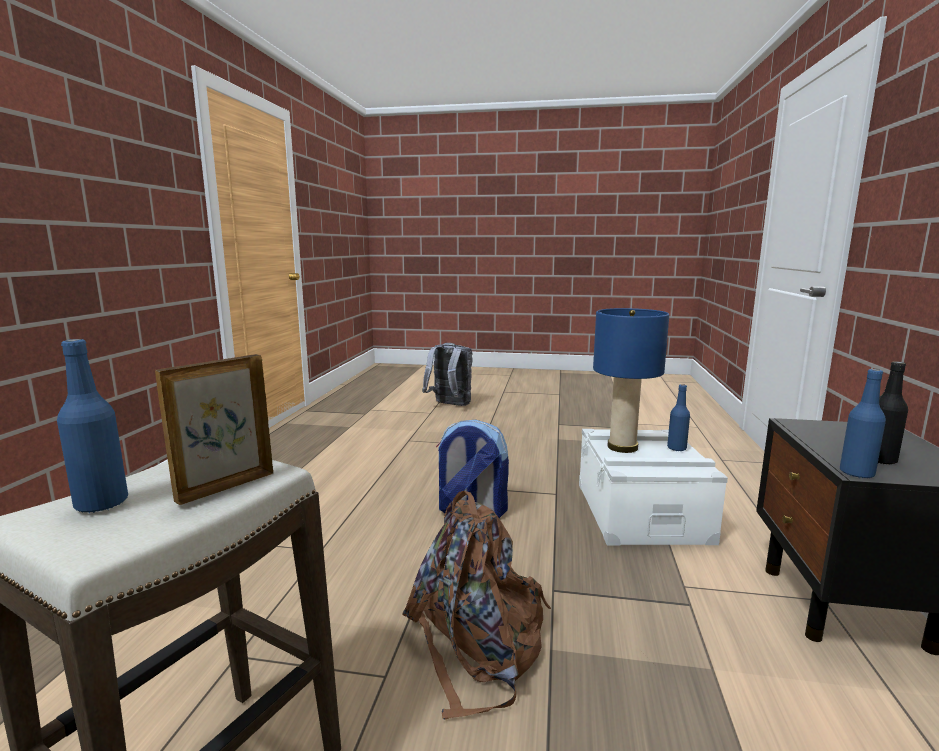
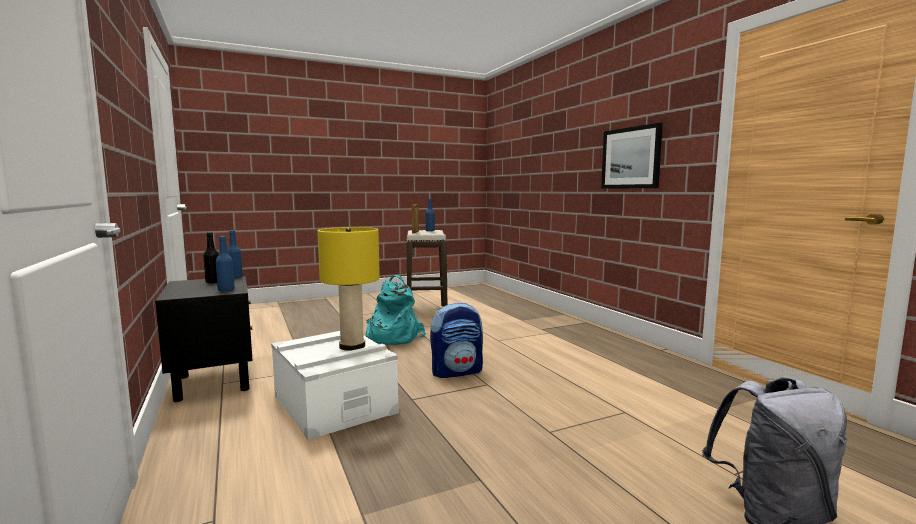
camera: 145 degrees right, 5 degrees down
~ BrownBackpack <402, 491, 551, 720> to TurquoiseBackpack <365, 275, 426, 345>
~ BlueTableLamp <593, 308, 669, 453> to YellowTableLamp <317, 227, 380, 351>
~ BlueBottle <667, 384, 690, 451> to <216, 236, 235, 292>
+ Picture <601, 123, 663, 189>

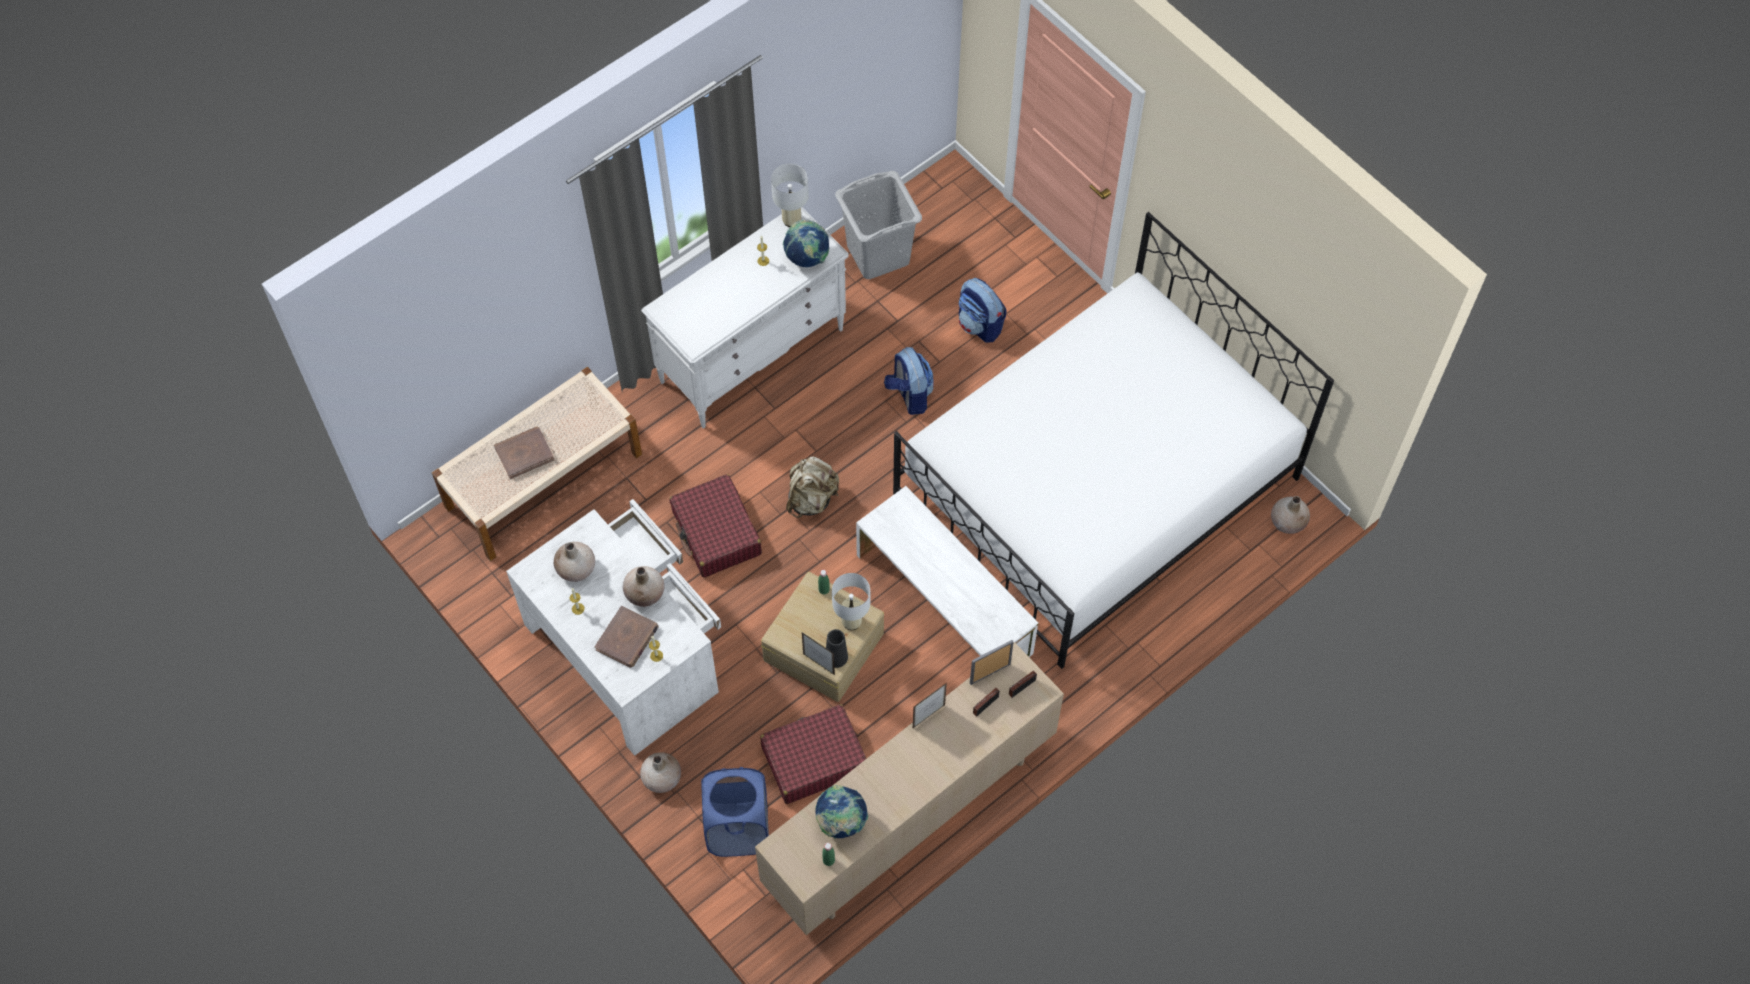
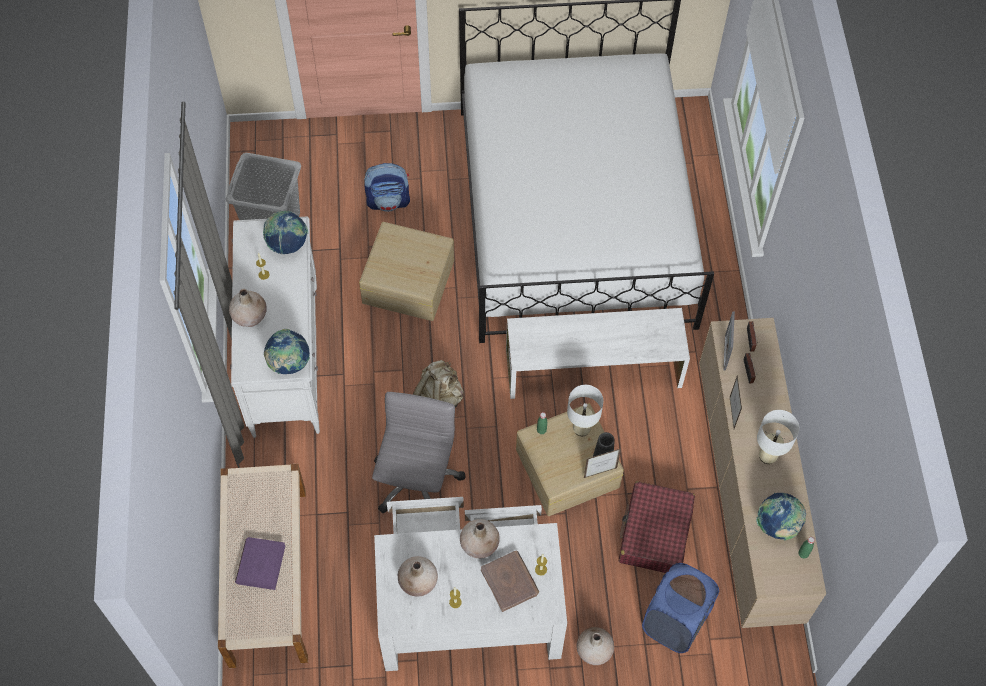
camera: 55 degrees left, 0 degrees up
~ BrownBook <494, 426, 554, 479> to PurpleBook <235, 537, 285, 590>
~ RedSuitcase <669, 474, 762, 578> to GreyOfficeChair <372, 392, 466, 513>
~ WhiteTableLamp <771, 164, 809, 227> to <757, 410, 799, 464>
~ Backpack <884, 347, 934, 415> to BeigeStorageBox <359, 222, 454, 321>
~ BeigeVase <1271, 496, 1310, 534> to <229, 289, 267, 327>
+ Globe <264, 329, 310, 374>

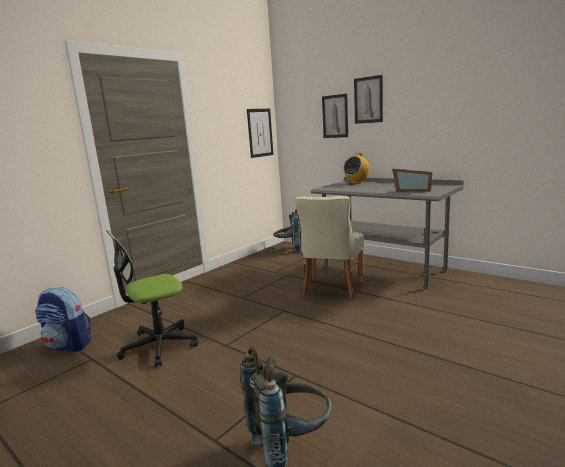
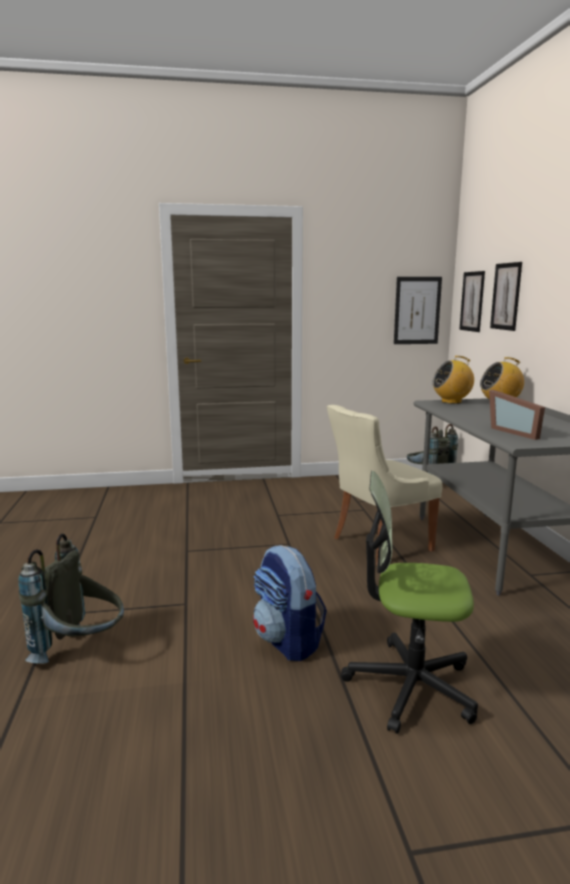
camera: 40 degrees right, 0 degrees up
~ Backpack <35, 287, 91, 353> to <253, 545, 327, 661>
~ OfficeChair <106, 230, 198, 367> to <341, 471, 478, 734>
~ Picture <354, 75, 383, 124> to <459, 271, 485, 332>
+ Radio <432, 356, 474, 404>

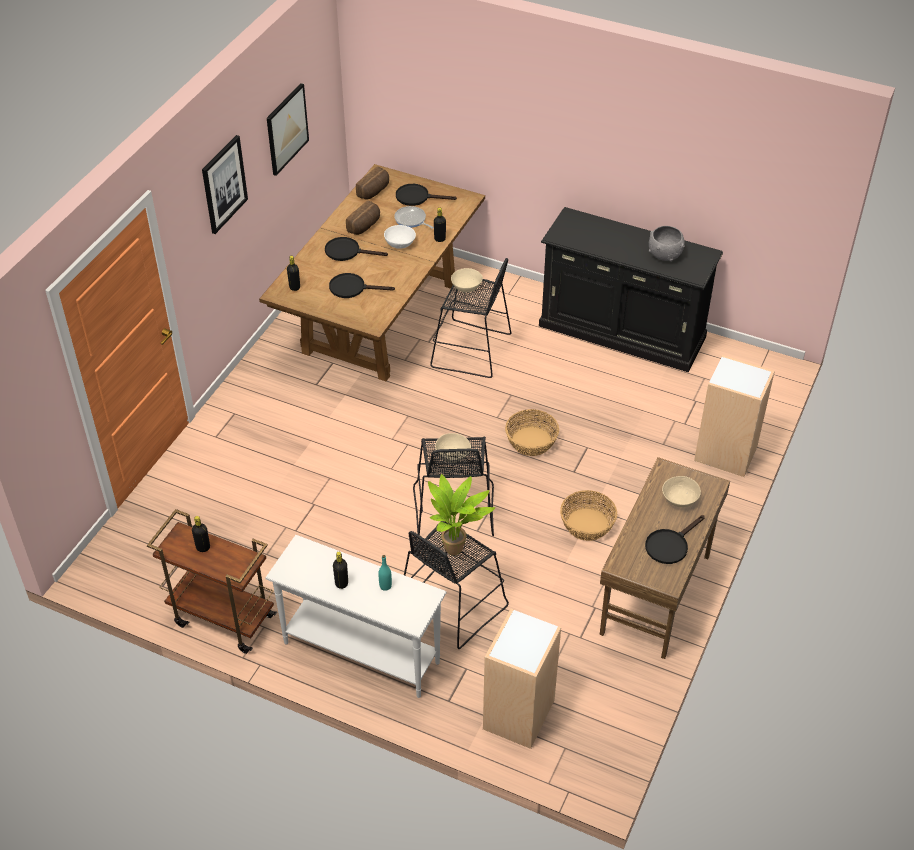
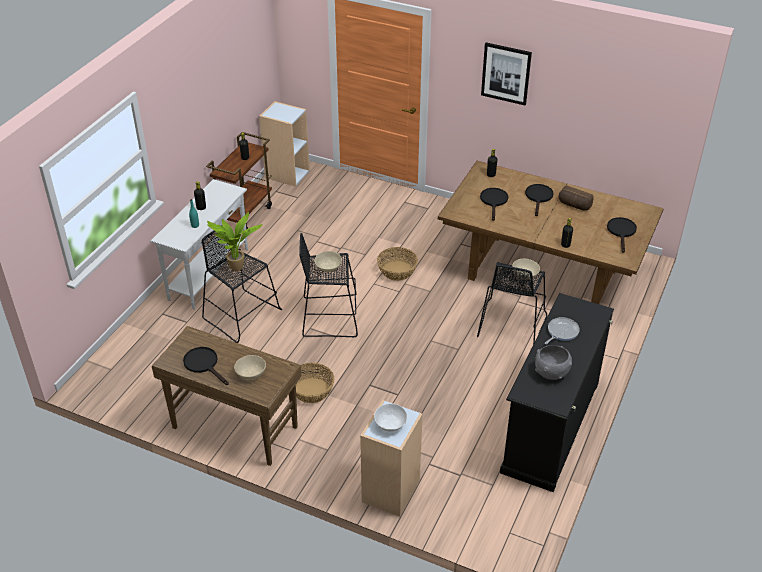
camera: 90 degrees right, 5 degrees down
- Picture <267, 83, 309, 176>
- Bread <356, 167, 389, 200>
~ WhiteBowl <384, 225, 416, 249> to <374, 403, 407, 432>
~ FryingPan <394, 206, 434, 229> to <545, 317, 580, 344>
~ Bookcase <483, 609, 561, 749> to <259, 101, 310, 187>
~ Basket <505, 409, 559, 456> to <377, 247, 418, 281>

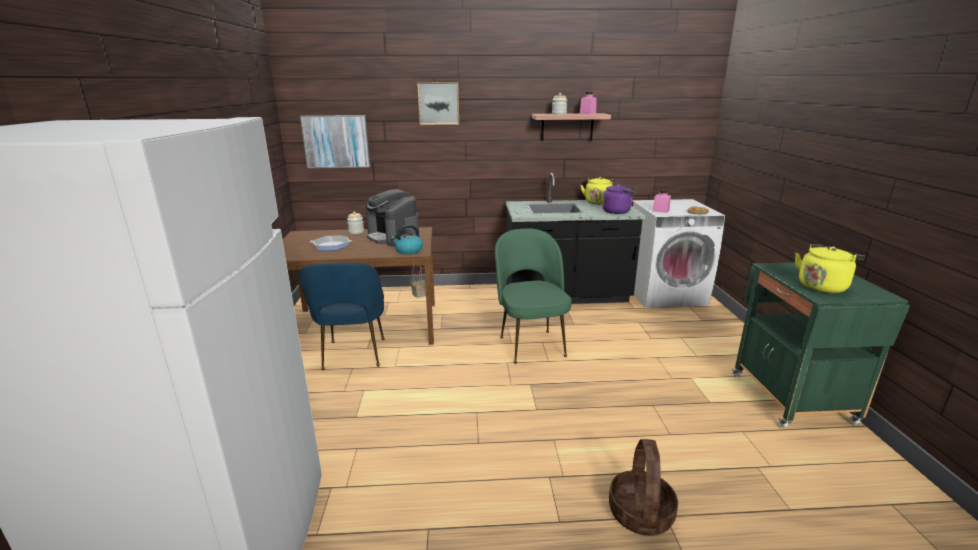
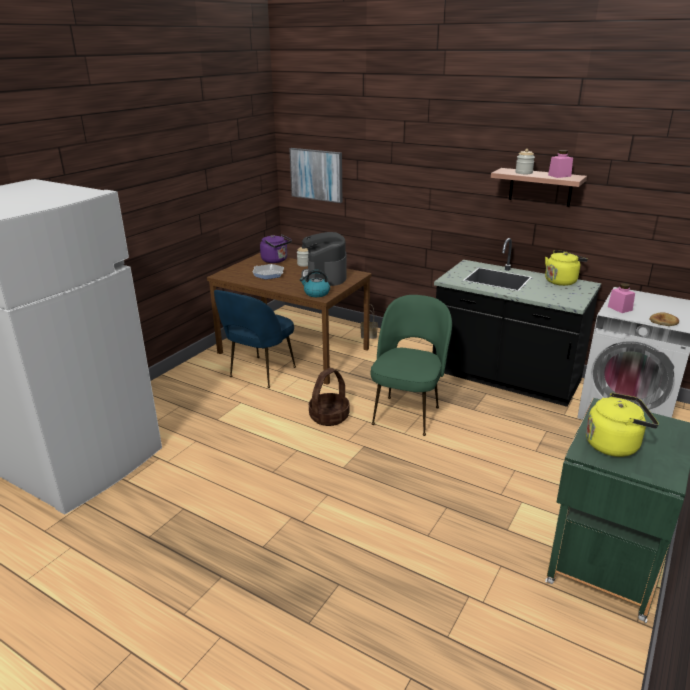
camera: 35 degrees right, 5 degrees up
- Picture <417, 82, 459, 125>
~ PurpleKettle <602, 183, 637, 214> to <260, 234, 292, 263>
~ Basket <609, 439, 678, 536> to <309, 368, 350, 426>

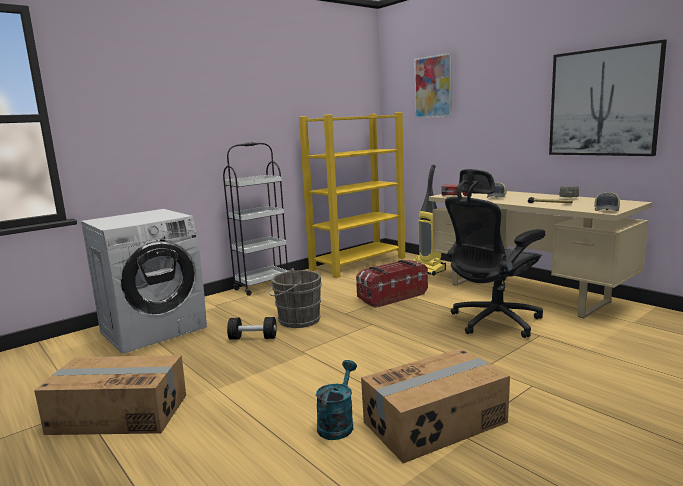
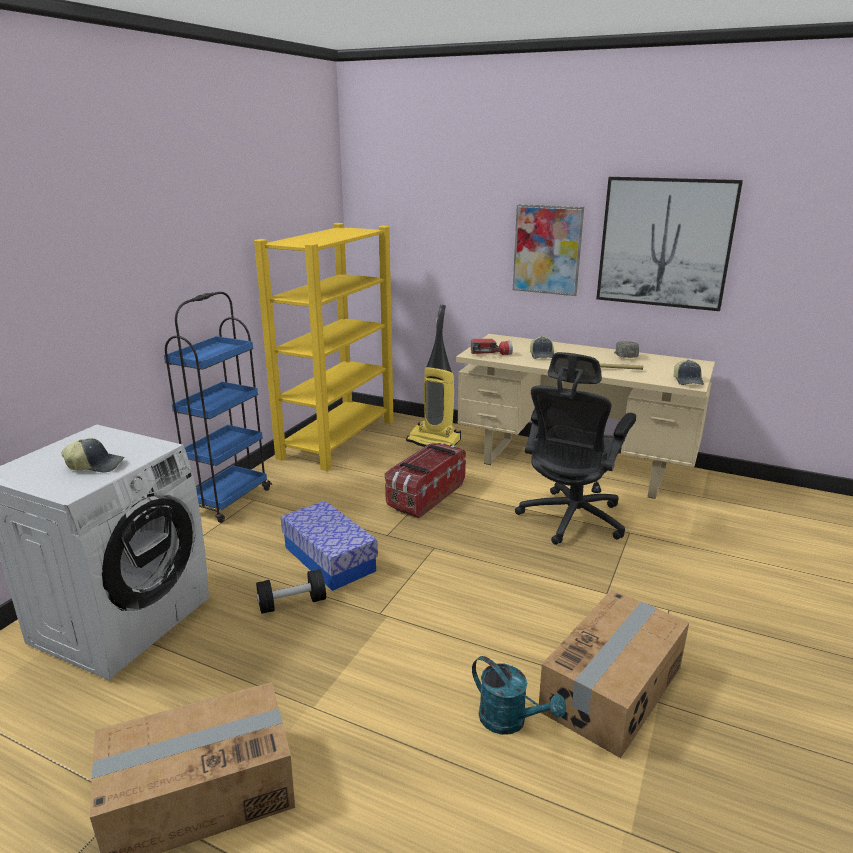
camera: 25 degrees left, 10 degrees up
~ WhiteCart <223, 142, 288, 296> to BlueCart <164, 292, 272, 523>
~ GreyBucket <268, 268, 322, 328> to StorageBox <281, 501, 378, 591>
~ TurquoiseWateringCan <316, 360, 357, 440> = <472, 656, 566, 735> 135 degrees clockwise
~ Picture <414, 53, 452, 118> to <513, 204, 584, 296>
+ Cap <62, 438, 125, 472>

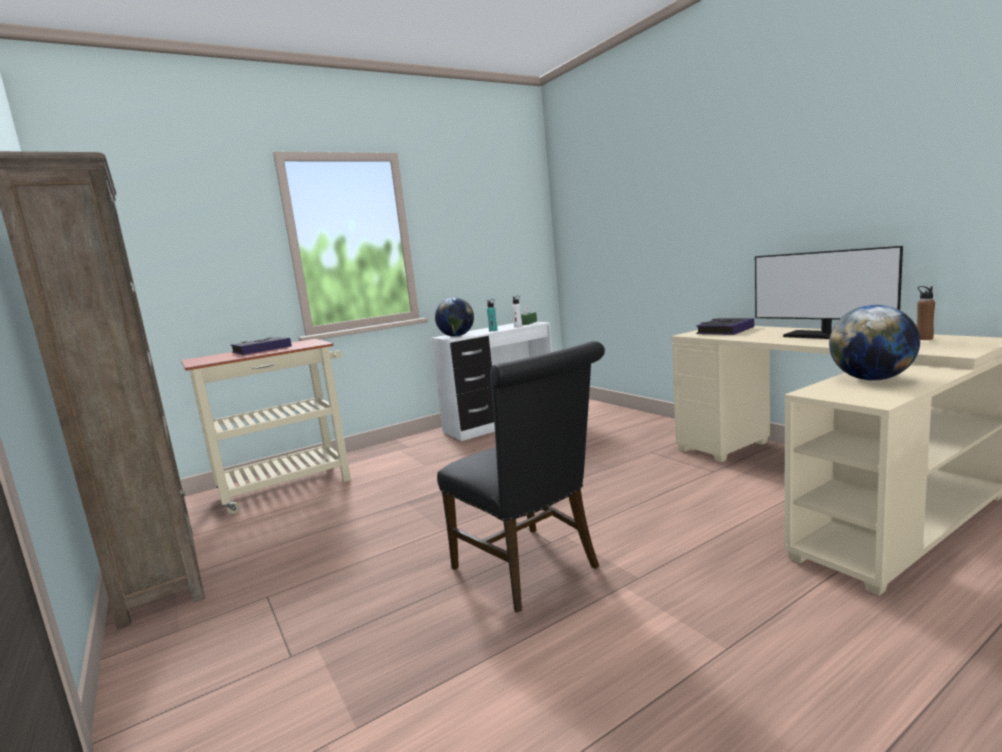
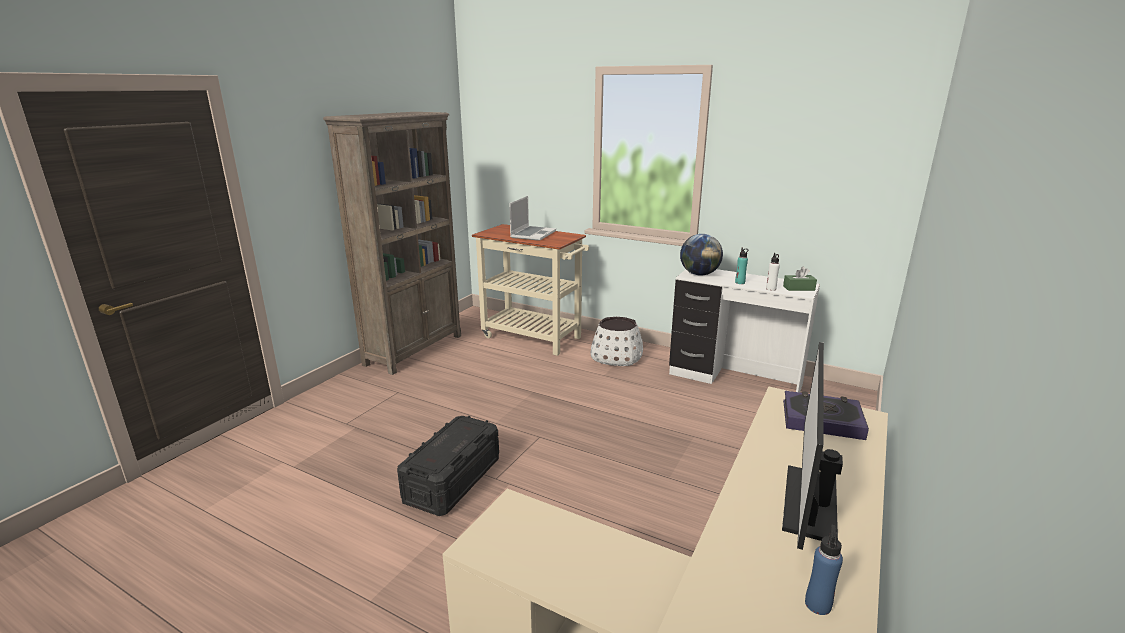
camera: 60 degrees right, 10 degrees up
~ Book <231, 337, 292, 355> to Laptop <509, 196, 556, 241>
~ BlackChair <437, 341, 605, 613> to BlackStorageBox <397, 416, 499, 516>
- Globe <829, 305, 920, 381>
~ BrownBottle <917, 286, 935, 340> to BlueBottle <805, 524, 843, 615>
+ WhitePlanter <591, 317, 643, 366>

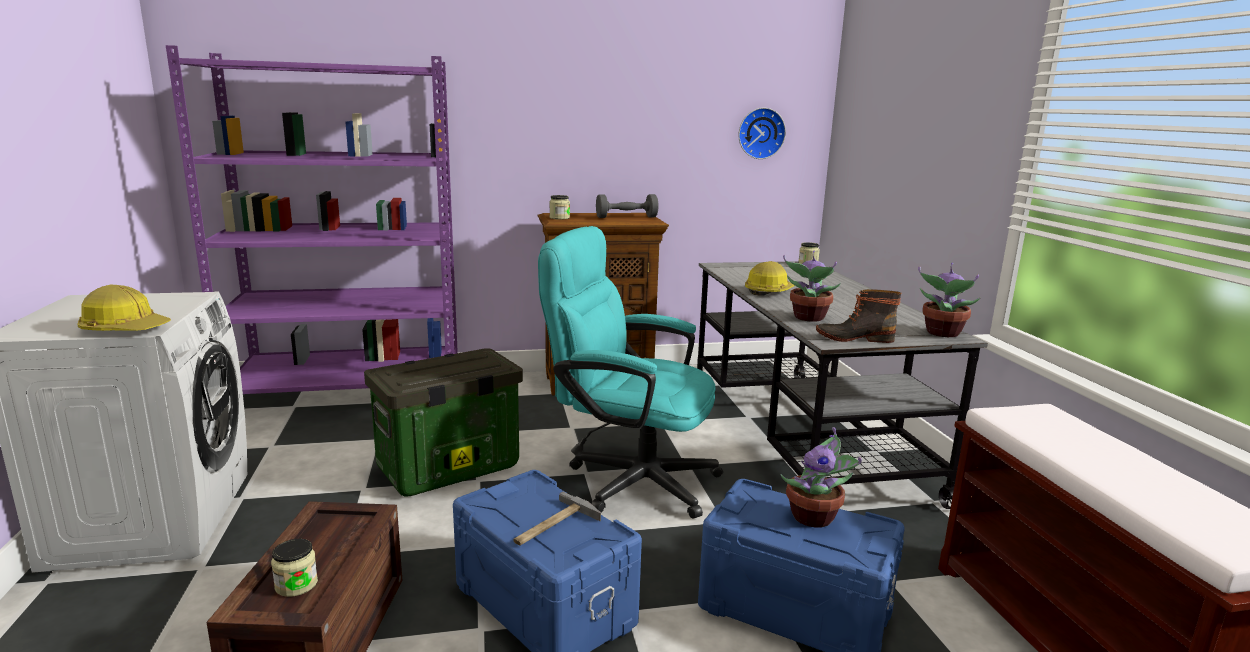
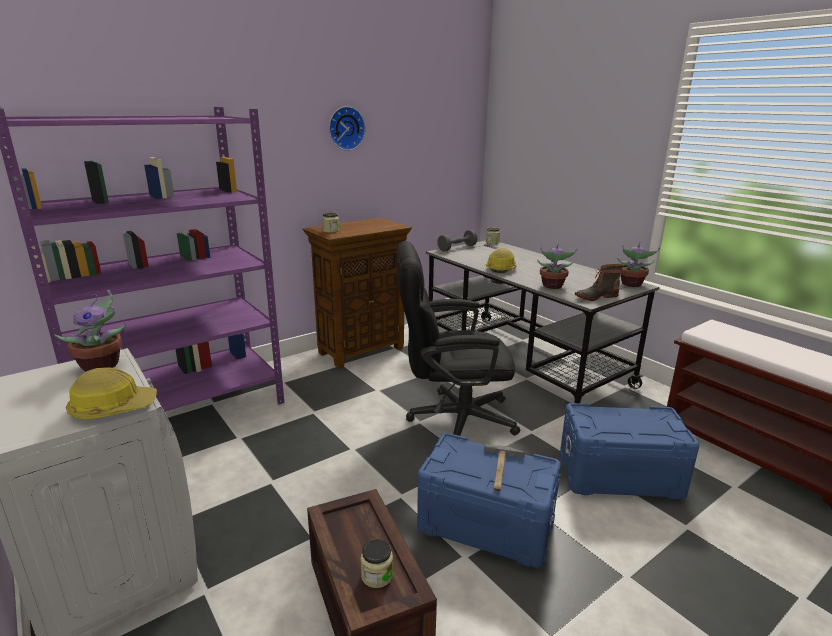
camera: 25 degrees left, 5 degrees up
- StorageBox <364, 348, 523, 497>
~ TurquoiseOfficeChair <538, 226, 723, 519> to BlackOfficeChair <397, 241, 520, 436>
~ GreyDumbbell <596, 194, 659, 218> to <437, 230, 477, 251>
~ WallClock <739, 108, 786, 159> to <329, 106, 366, 151>
~ PottedPlant <780, 427, 862, 527> to <55, 290, 126, 372>

